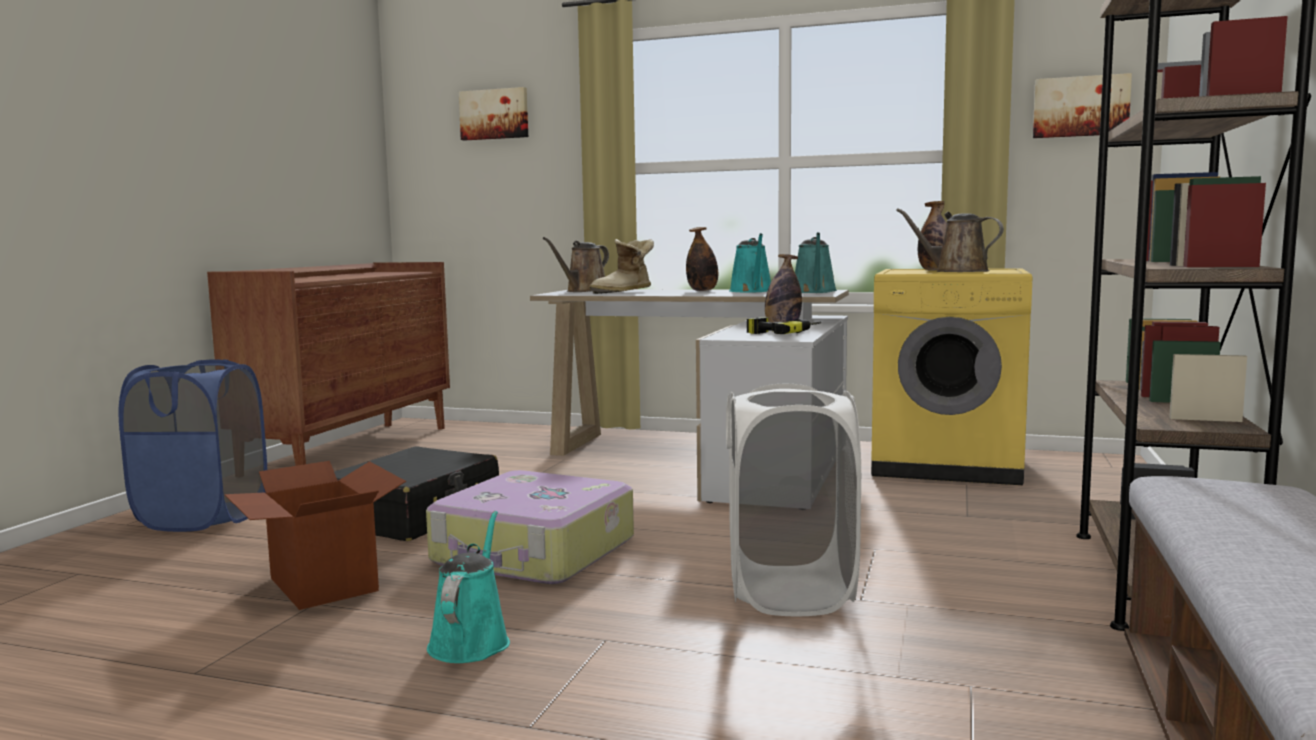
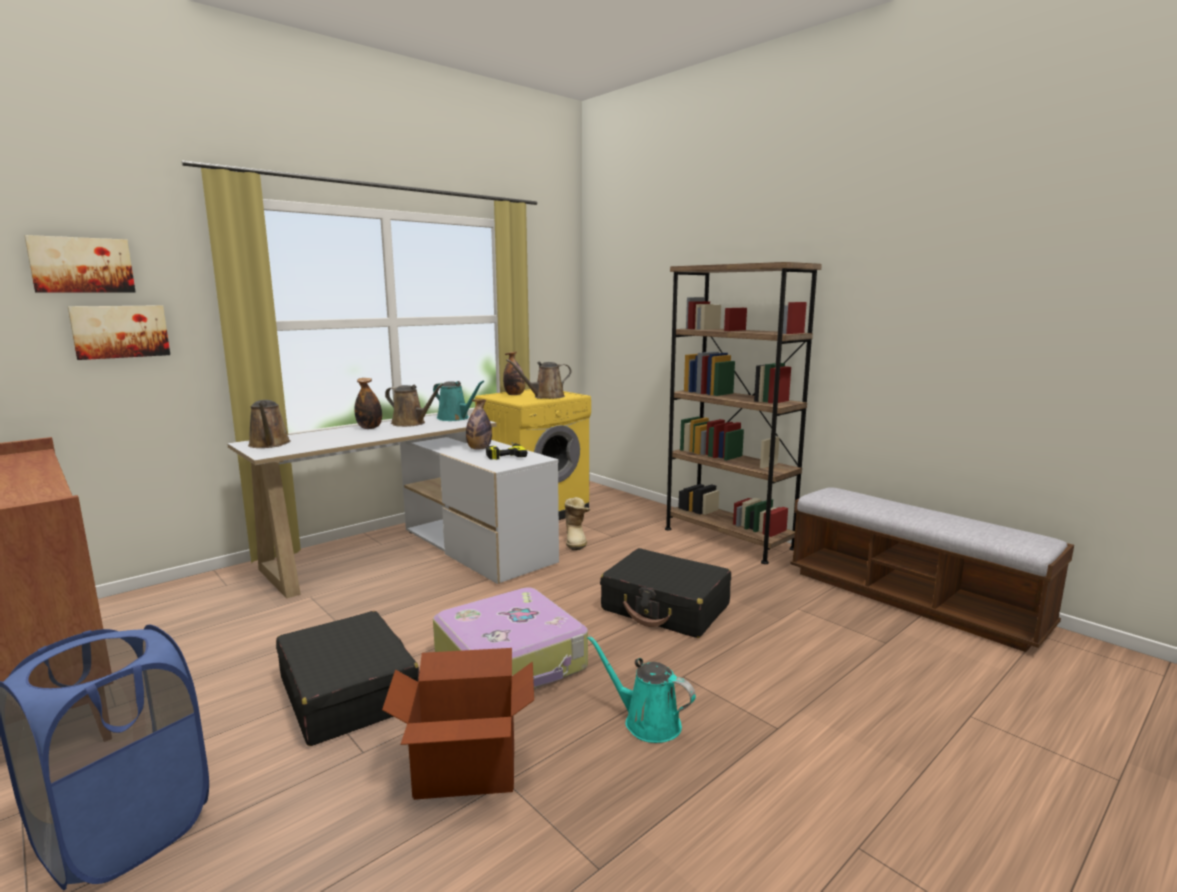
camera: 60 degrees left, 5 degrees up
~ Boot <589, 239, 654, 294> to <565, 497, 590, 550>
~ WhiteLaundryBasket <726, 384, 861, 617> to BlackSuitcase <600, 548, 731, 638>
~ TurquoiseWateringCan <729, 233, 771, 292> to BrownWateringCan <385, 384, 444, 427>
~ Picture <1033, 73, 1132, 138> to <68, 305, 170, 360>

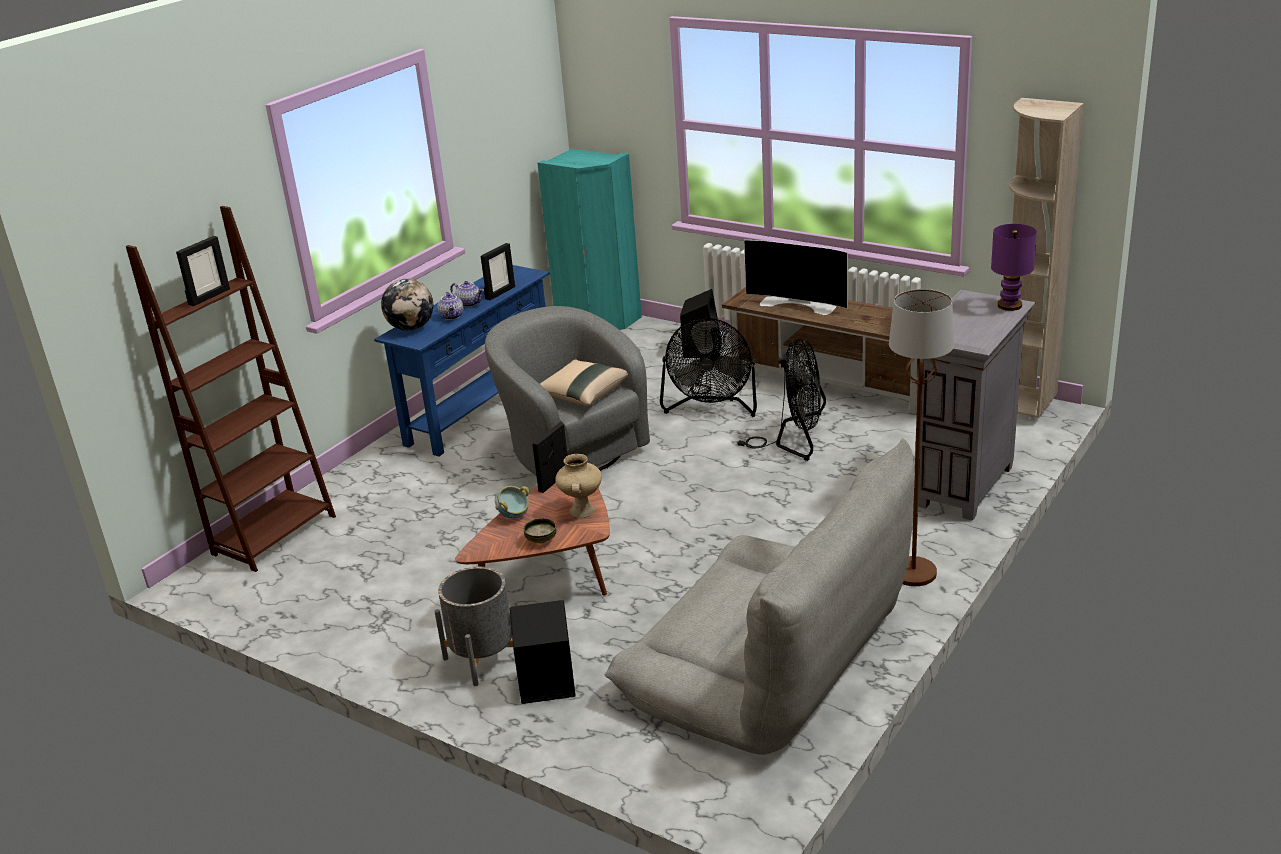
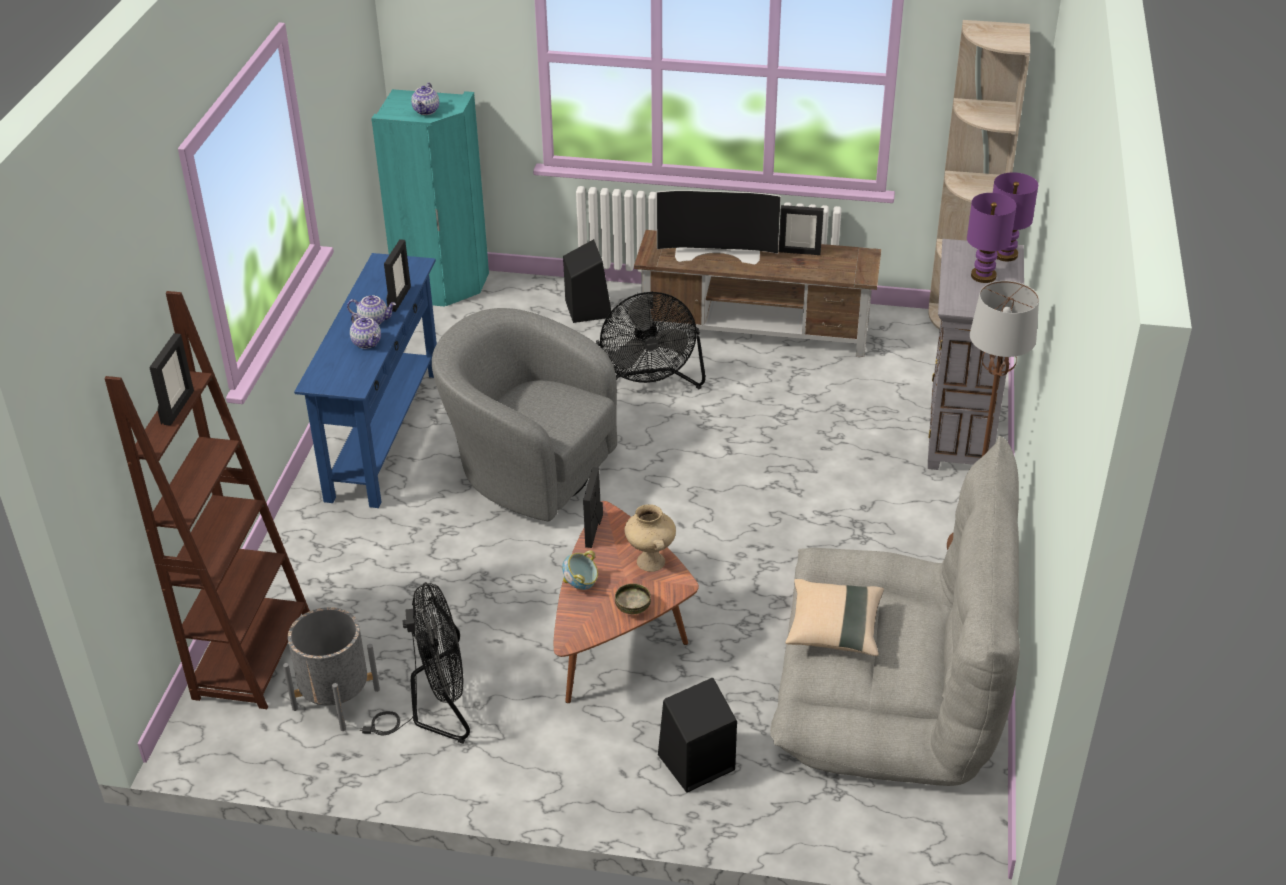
camera: 25 degrees left, 10 degrees up
- Globe <381, 279, 433, 331>
~ GreyPlanter <434, 567, 513, 686> to <283, 607, 380, 731>
~ BeigePillow <540, 359, 628, 406> to <785, 579, 884, 656>
~ BlackFan <736, 339, 826, 461> to <360, 582, 470, 744>
+ Teapot <411, 82, 439, 115>
+ PictureFrame <779, 205, 824, 255>
+ PurpleTableLamp <967, 193, 1016, 283>

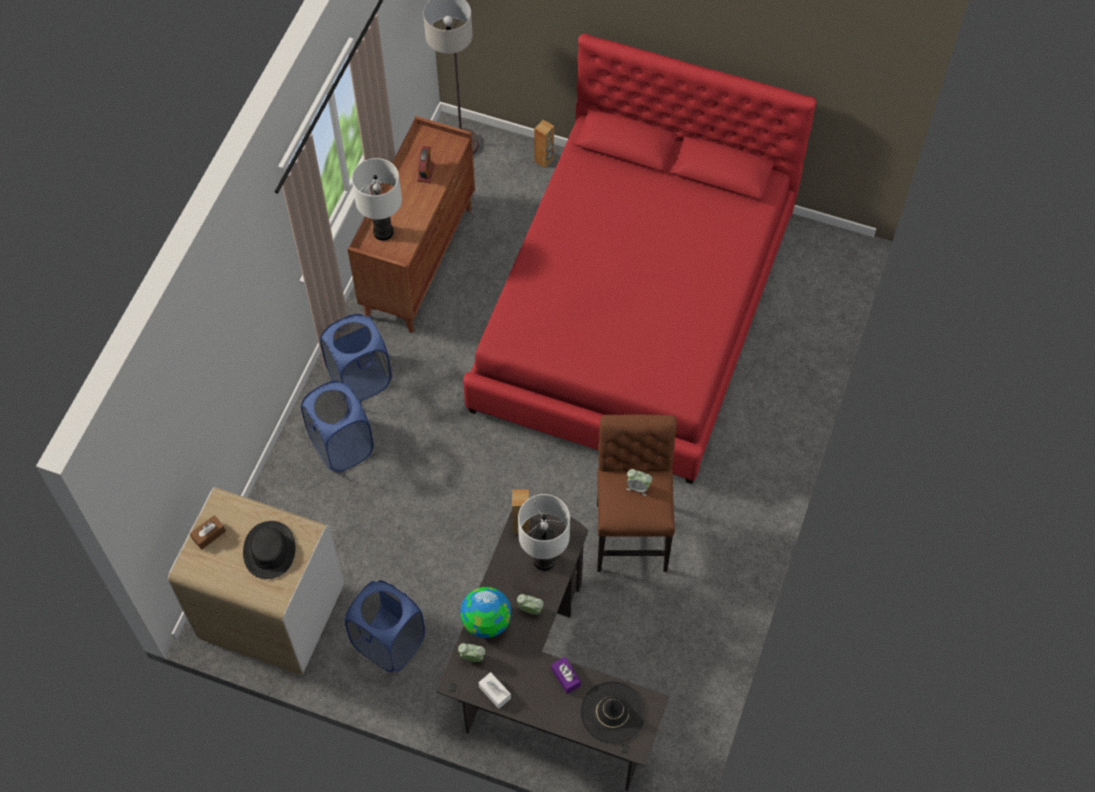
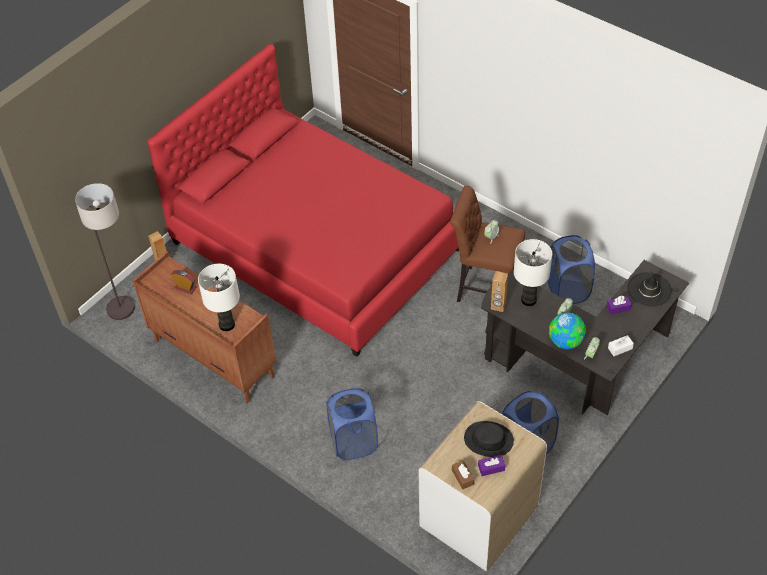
camera: 70 degrees left, 10 degrees down
~ BlueLaundryBasket <320, 314, 392, 401> to <548, 235, 595, 304>
+ PurpleTissueBox <478, 455, 506, 476>

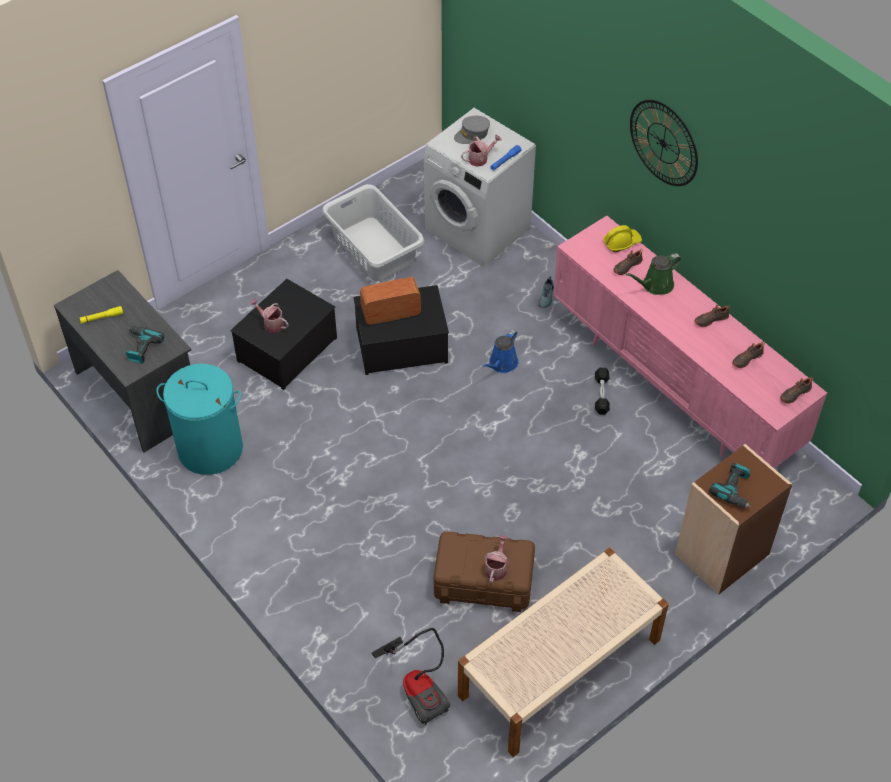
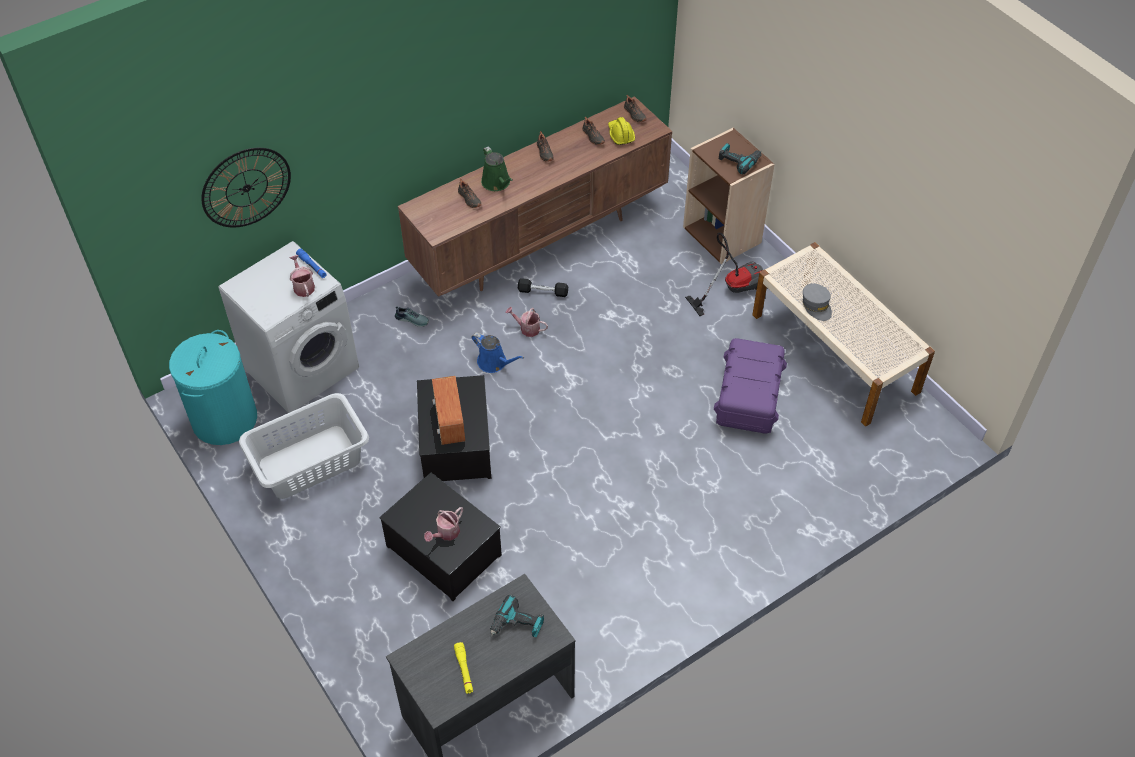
camera: 85 degrees left, 0 degrees up
~ TurquoiseLaundryBasket <156, 364, 243, 475> to <169, 330, 257, 445>
~ VacuumCleaner <371, 628, 450, 725> to <685, 232, 763, 316>
~ BrownStorageBox <434, 531, 535, 612> to PurpleStorageBox <714, 338, 787, 434>
~ GreyCap <454, 116, 490, 144> to <803, 283, 832, 321>
~ WateringCan <484, 535, 508, 583> to <505, 307, 548, 337>
~ PinkCabinet <553, 216, 827, 468> to BrownCabinet <398, 96, 672, 297>
~ YellowHardHat <603, 225, 642, 252> to <608, 117, 635, 145>
~ WallClock <630, 100, 698, 186> to <201, 148, 291, 227>

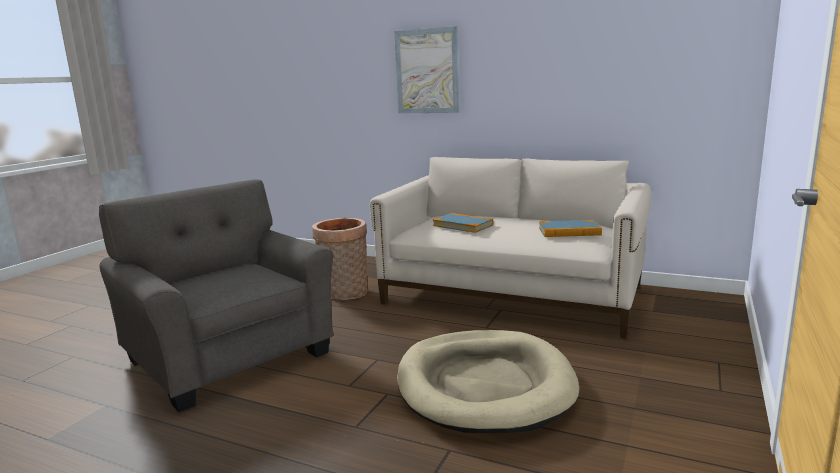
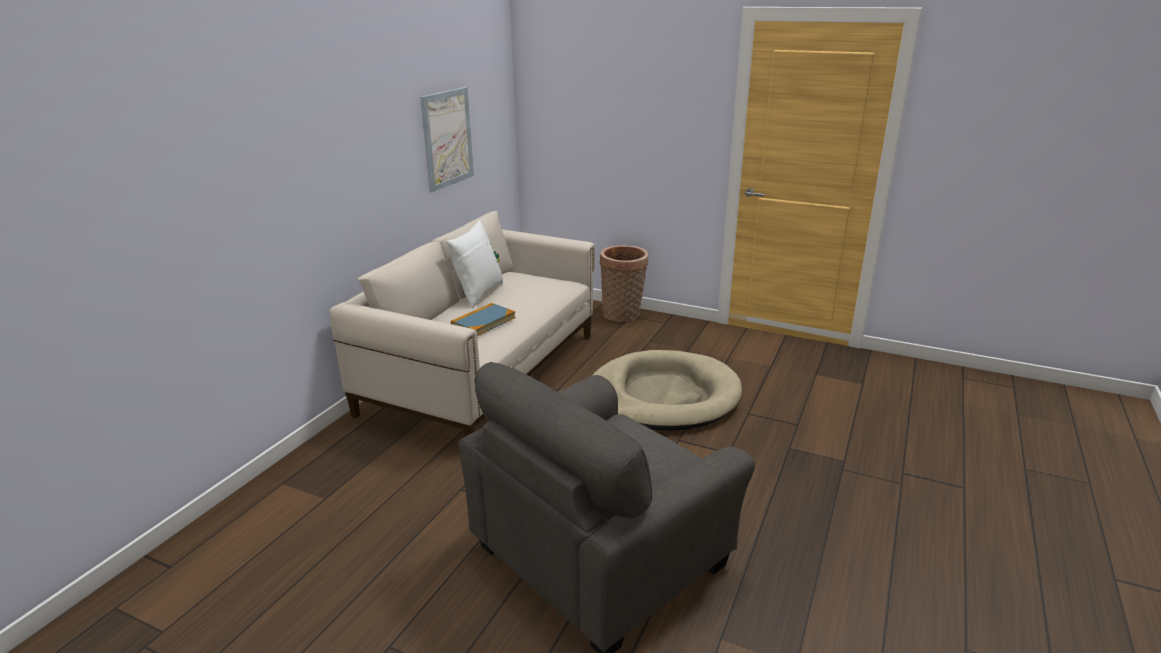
camera: 90 degrees left, 10 degrees up
~ Basket <312, 218, 368, 300> to <599, 245, 648, 322>
~ Picture <394, 26, 459, 114> to <420, 87, 474, 192>
- Book <539, 220, 602, 237>
+ WhitePillow <446, 220, 503, 308>

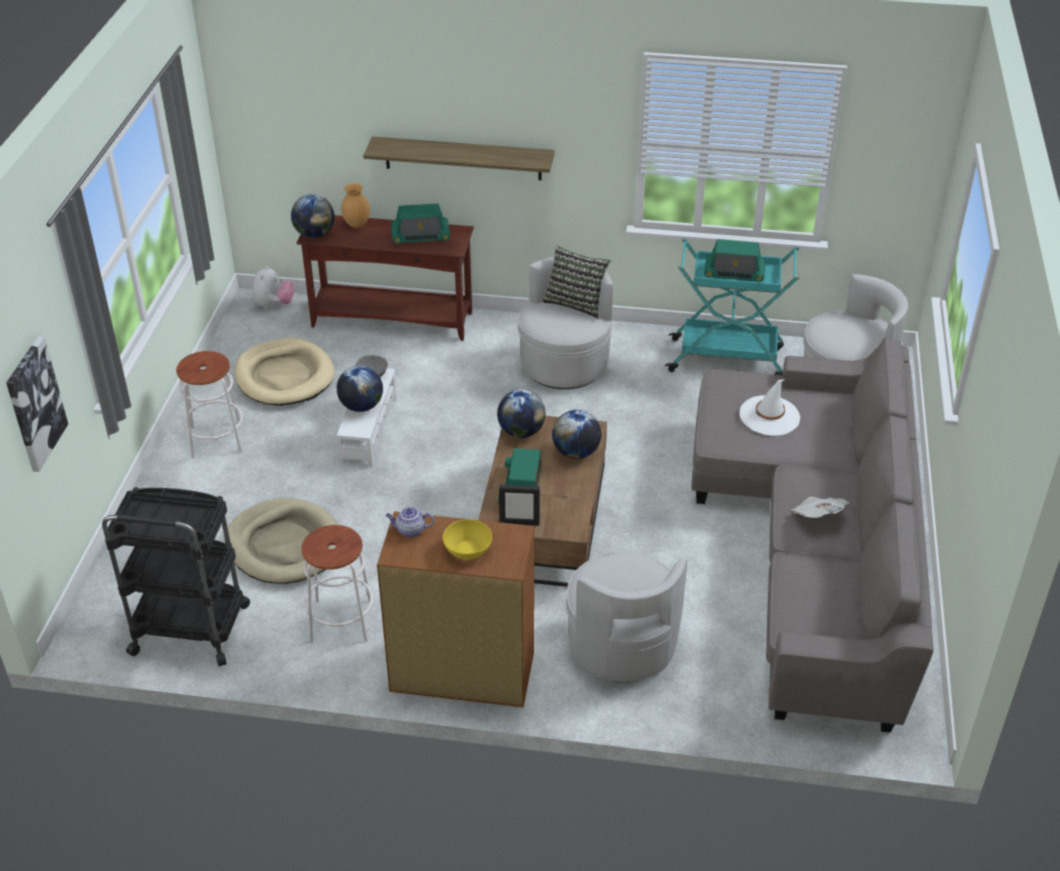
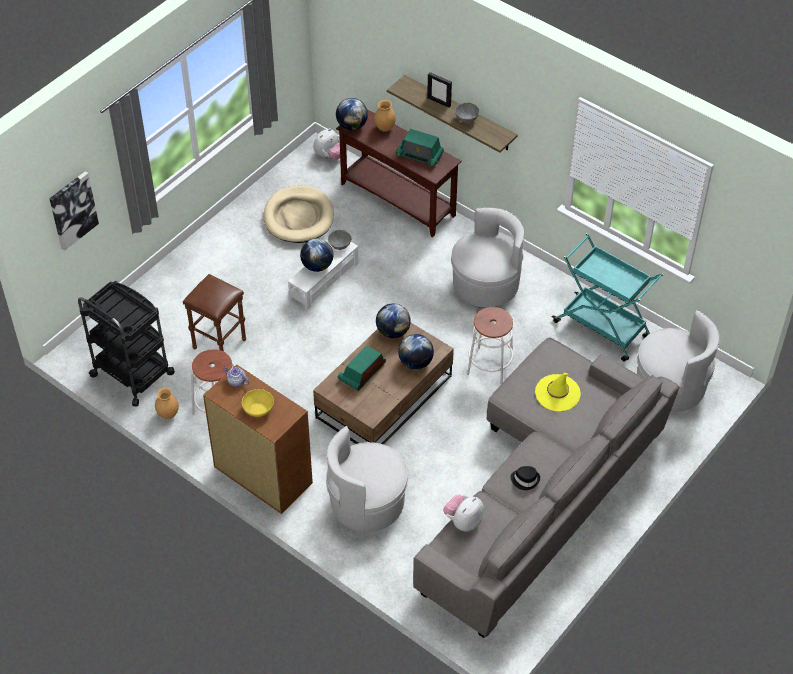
camera: 30 degrees right, 10 degrees up
~ WhiteStool <176, 351, 243, 458> to <467, 307, 513, 384>
~ BeigeDogBed <225, 498, 339, 584> to BrownStool <183, 274, 246, 352>
~ PictureFrame <499, 485, 540, 526> to <427, 72, 452, 108>
- Pillow <543, 246, 611, 318>
~ WhiteArmchair <566, 552, 687, 683> = <326, 426, 408, 532> 60 degrees clockwise
- Radio <704, 239, 765, 282>
~ WhiteHat <740, 379, 800, 436> to YellowHat <535, 373, 581, 411>
~ Newspaper <792, 497, 850, 518> to BlackHat <510, 466, 540, 490>
+ BrownVase <155, 388, 179, 419>
+ PlushToy <443, 494, 484, 532>
+ GreyBowl <455, 102, 480, 123>

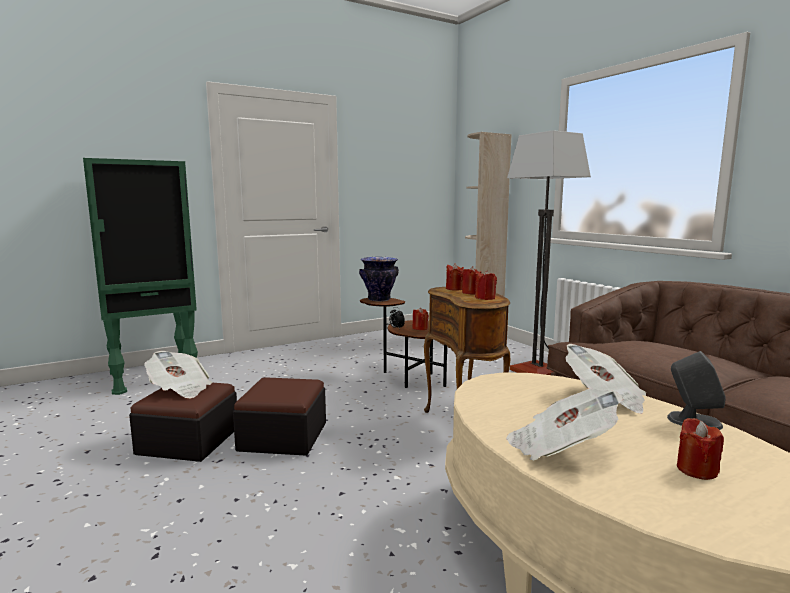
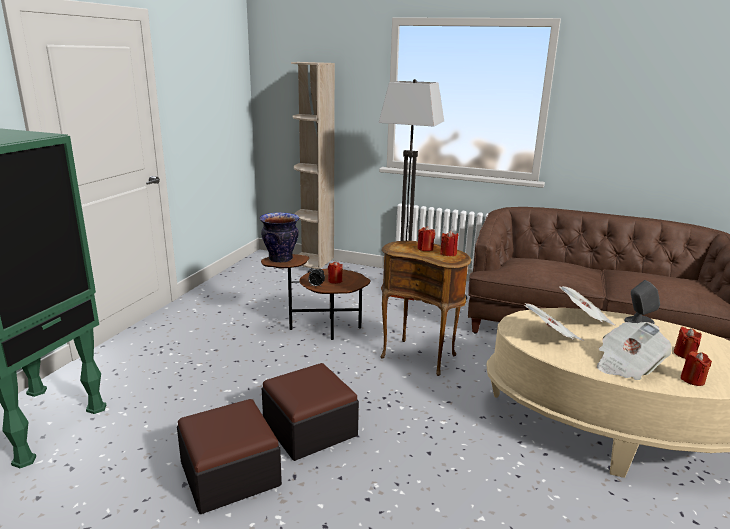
camera: 40 degrees left, 10 degrees up
~ Newspaper <144, 351, 212, 398> to <524, 303, 584, 341>
~ RedCandle <446, 263, 464, 291> to <680, 351, 712, 386>

